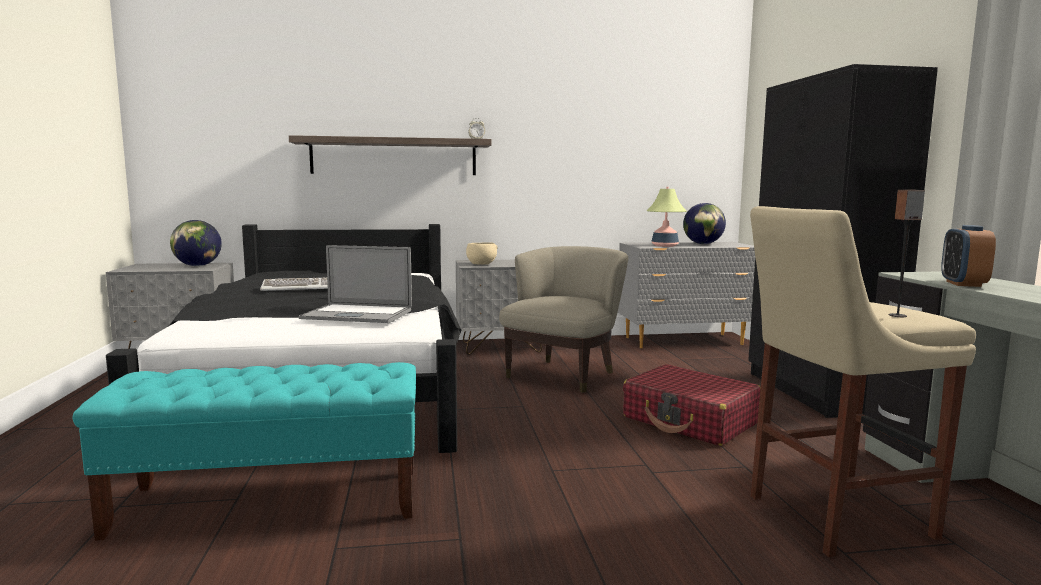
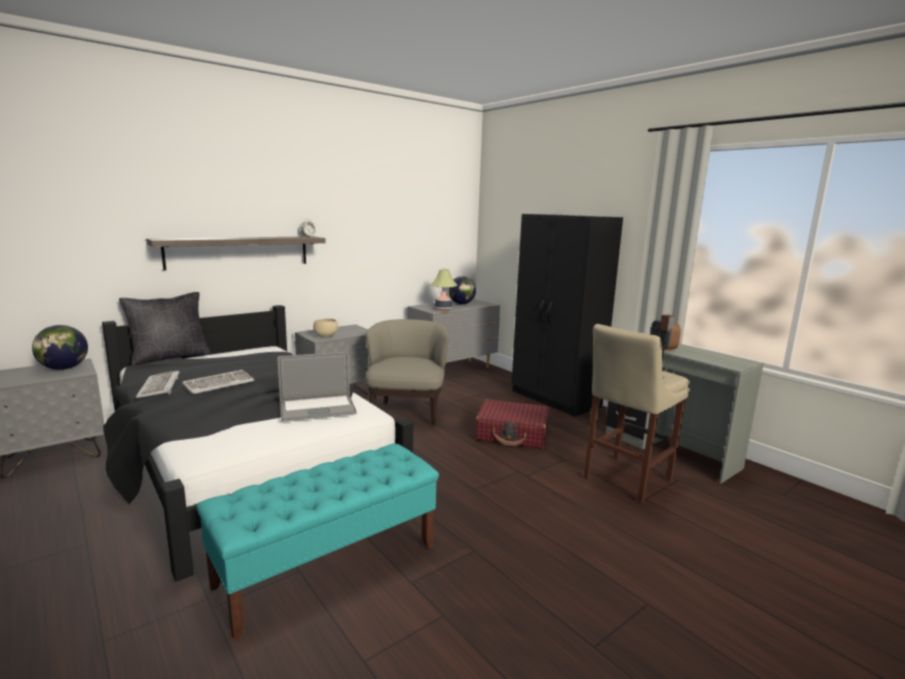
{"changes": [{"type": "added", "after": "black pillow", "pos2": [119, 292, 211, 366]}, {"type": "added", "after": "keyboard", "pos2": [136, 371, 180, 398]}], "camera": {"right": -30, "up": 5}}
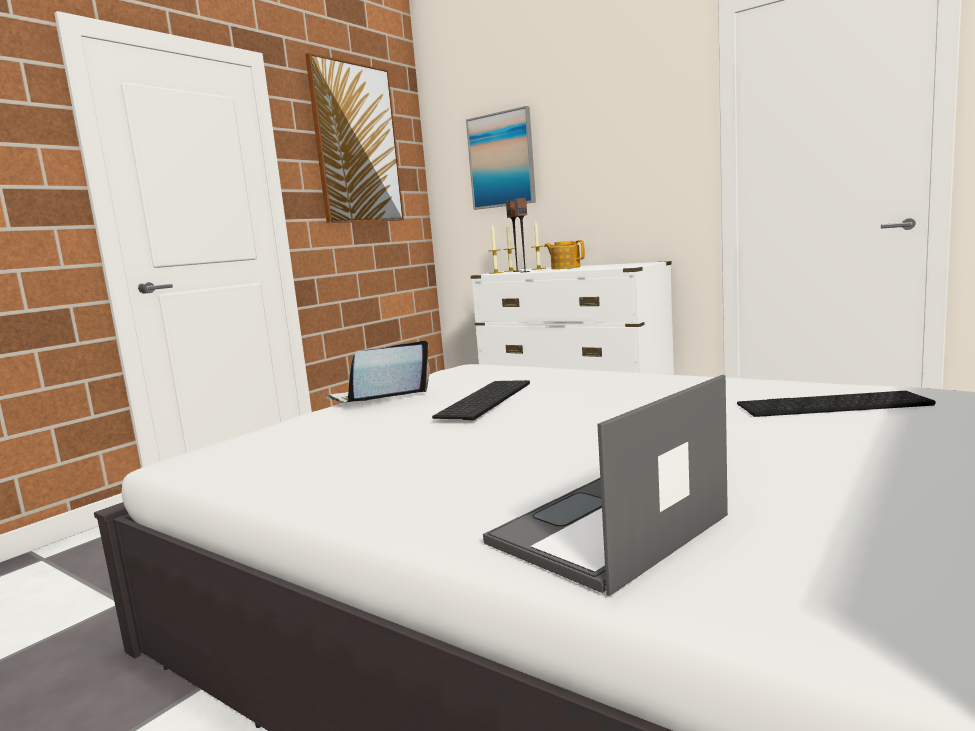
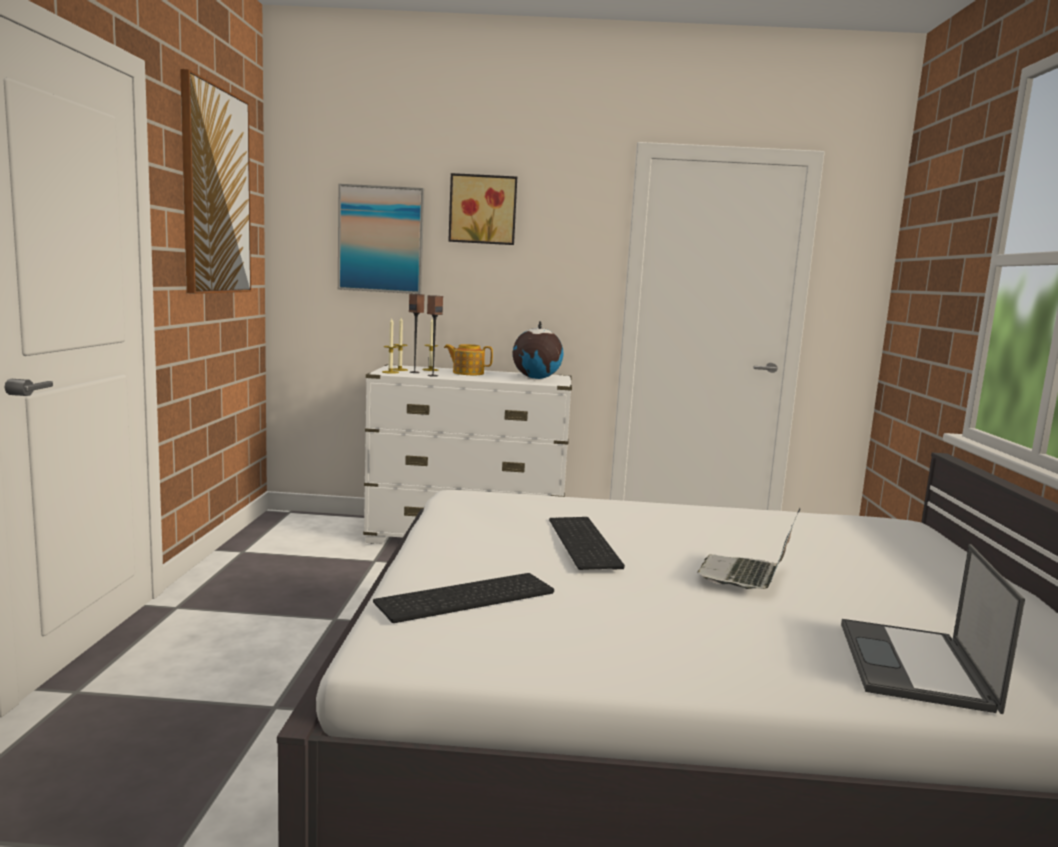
{"changes": [{"type": "moved", "before": "laptop", "pos1": [326, 340, 430, 403], "pos2": [697, 508, 800, 589]}, {"type": "moved", "before": "keyboard", "pos1": [737, 391, 936, 417], "pos2": [373, 573, 554, 623]}, {"type": "added", "after": "picture", "pos2": [448, 173, 517, 245]}, {"type": "added", "after": "globe", "pos2": [513, 321, 563, 379]}], "camera": {"right": -35, "up": 0}}
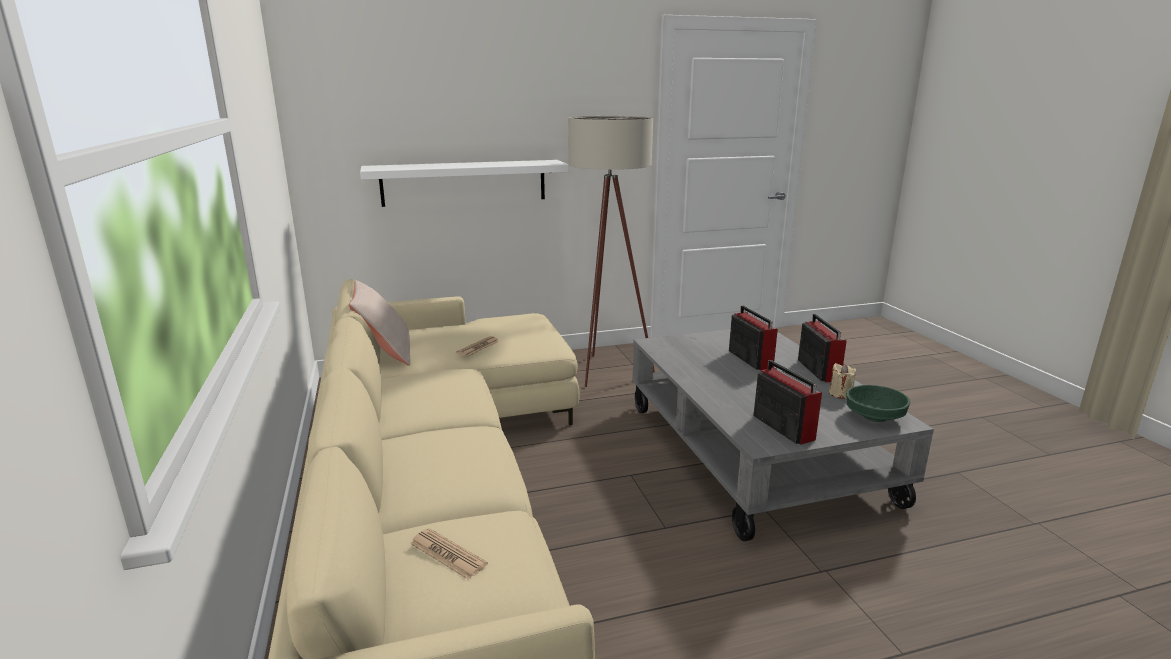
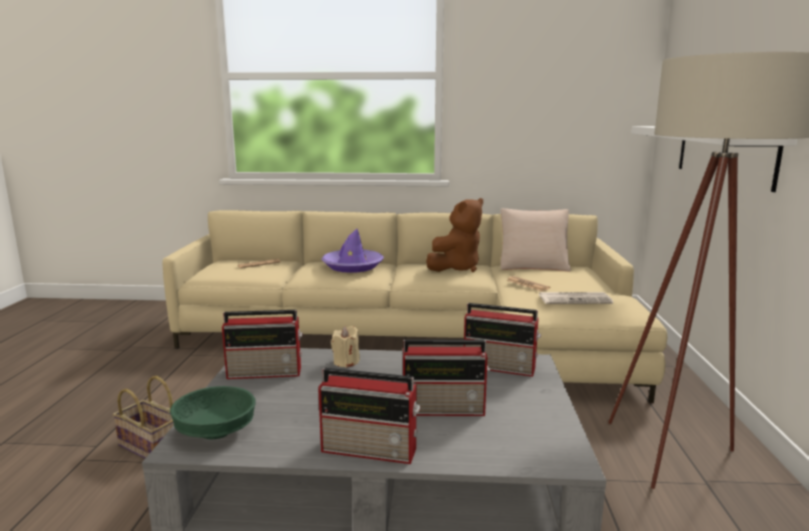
{"changes": [{"type": "moved", "before": "beige candle", "pos1": [829, 363, 856, 399], "pos2": [331, 326, 360, 368]}, {"type": "added", "after": "basket", "pos2": [113, 376, 174, 459]}, {"type": "added", "after": "purple hat", "pos2": [322, 229, 384, 273]}, {"type": "added", "after": "brown plush toy", "pos2": [426, 198, 483, 272]}, {"type": "added", "after": "radio", "pos2": [464, 303, 541, 377]}, {"type": "added", "after": "newspaper", "pos2": [539, 292, 613, 304]}], "camera": {"right": 110, "up": -5}}
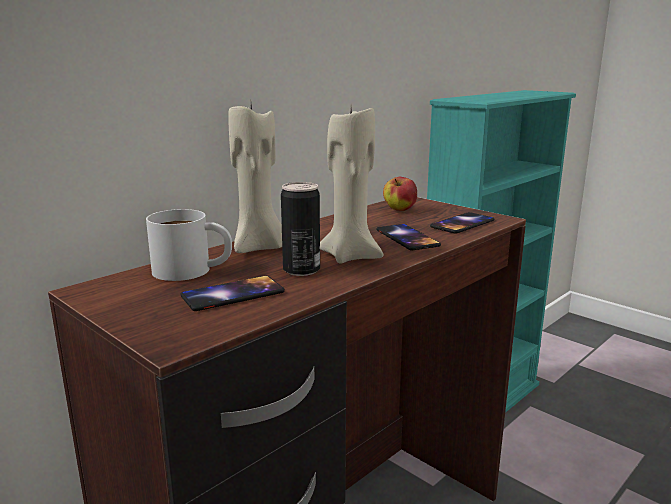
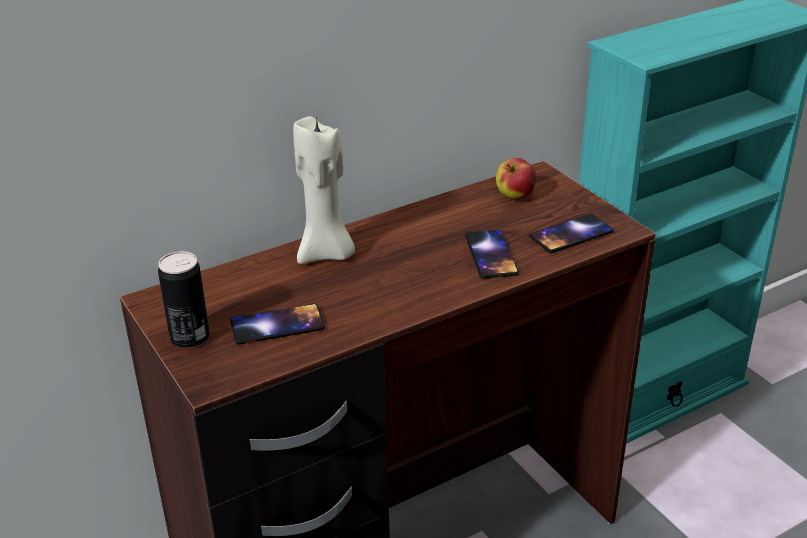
{"changes": [{"type": "removed", "before": "white mug", "pos1": [146, 209, 232, 281]}, {"type": "moved", "before": "can", "pos1": [281, 182, 320, 276], "pos2": [158, 251, 210, 348]}, {"type": "removed", "before": "beige candle", "pos1": [320, 108, 383, 263]}], "camera": {"right": 15, "up": 15}}
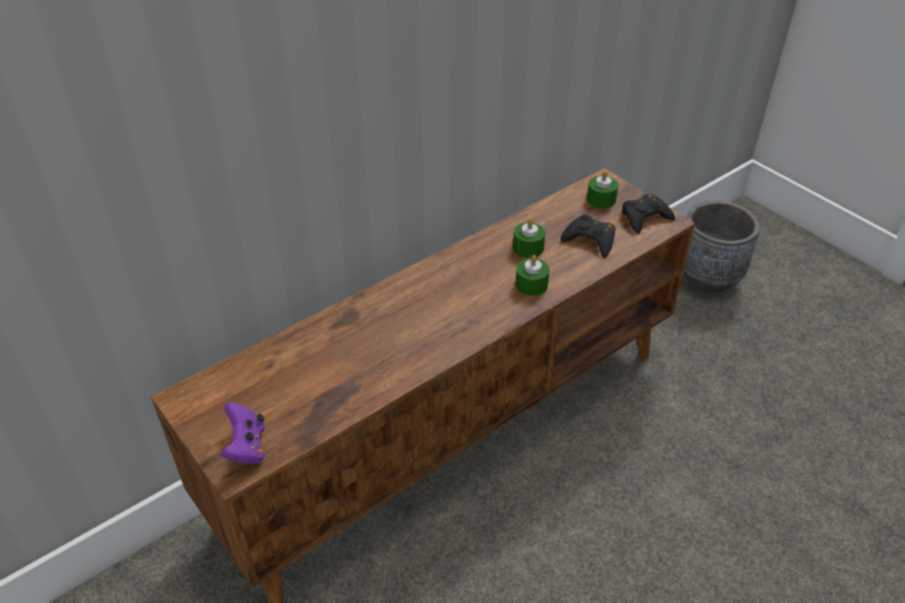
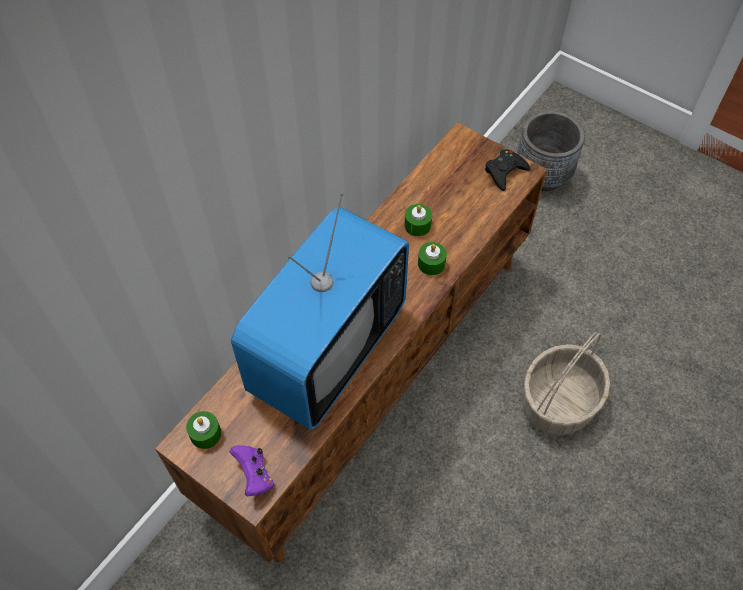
{"changes": [{"type": "removed", "before": "black game controller", "pos1": [561, 214, 615, 258]}, {"type": "moved", "before": "green candle", "pos1": [587, 170, 618, 208], "pos2": [186, 411, 221, 449]}, {"type": "added", "after": "television", "pos2": [231, 193, 409, 430]}, {"type": "added", "after": "basket", "pos2": [522, 332, 610, 435]}], "camera": {"right": -15, "up": 15}}
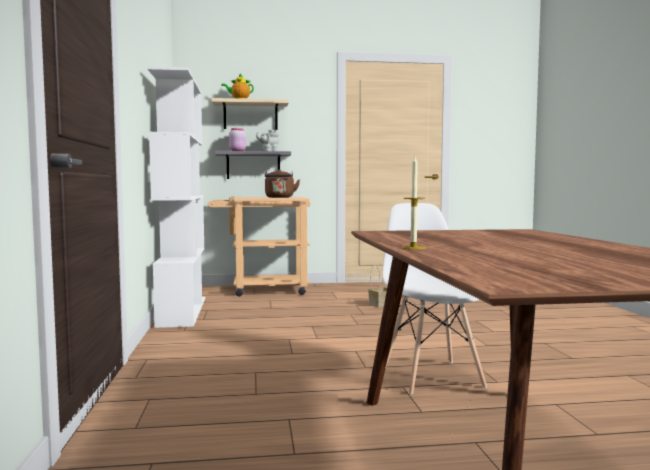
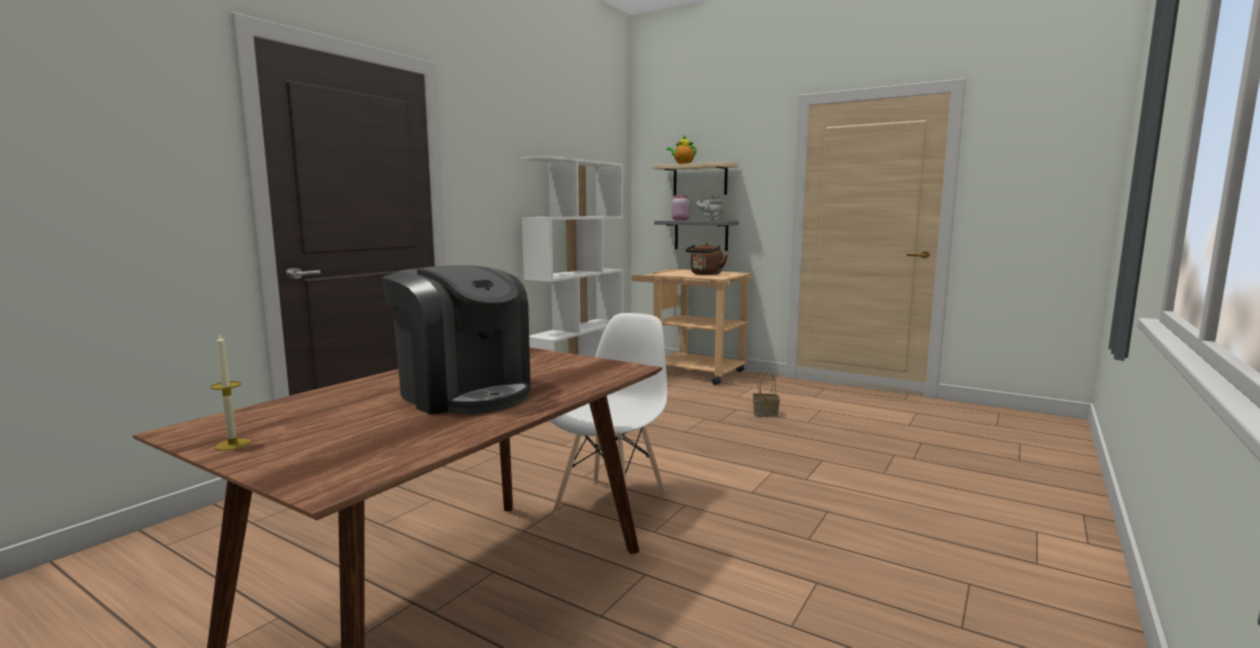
{"changes": [{"type": "moved", "before": "candle", "pos1": [401, 157, 426, 249], "pos2": [210, 334, 251, 451]}, {"type": "added", "after": "coffee machine", "pos2": [382, 265, 531, 414]}], "camera": {"right": 40, "up": 5}}
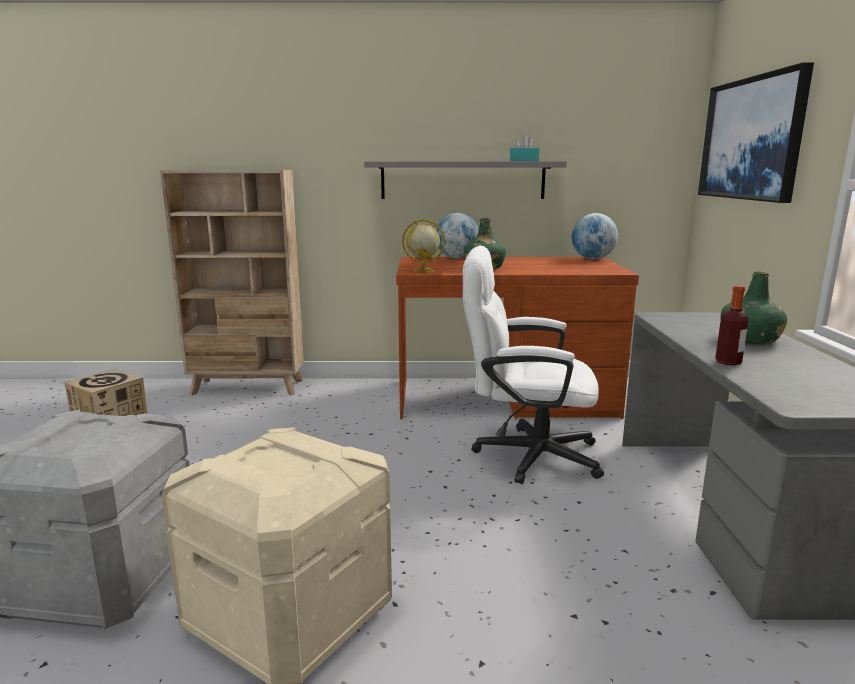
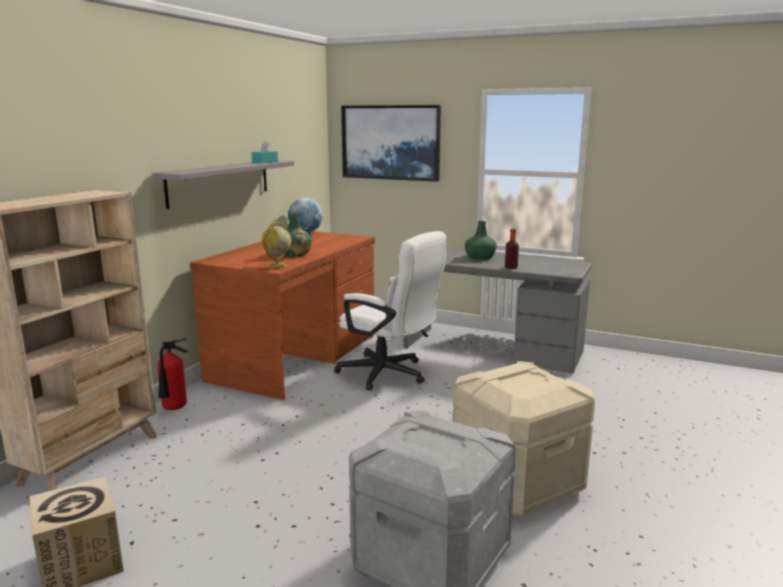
{"changes": [{"type": "removed", "before": "globe", "pos1": [436, 213, 479, 259]}, {"type": "turned", "before": "white office chair", "pos1": [463, 246, 604, 484], "pos2": [334, 231, 447, 391], "turn": -90}, {"type": "added", "after": "fire extinguisher", "pos2": [157, 338, 188, 410]}], "camera": {"right": -65, "up": 0}}
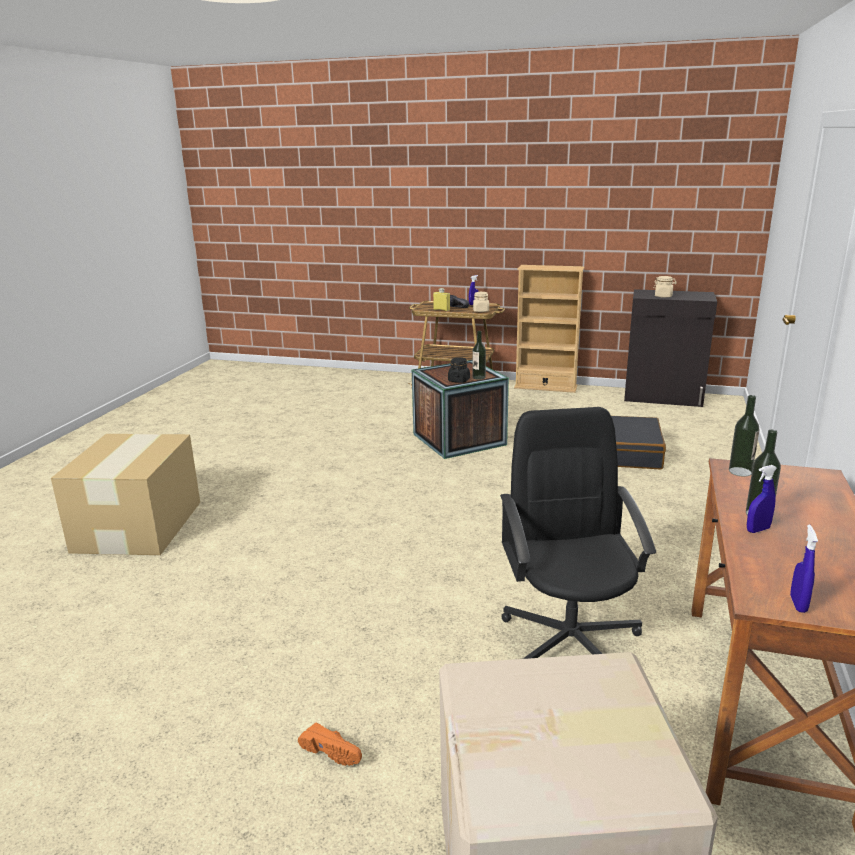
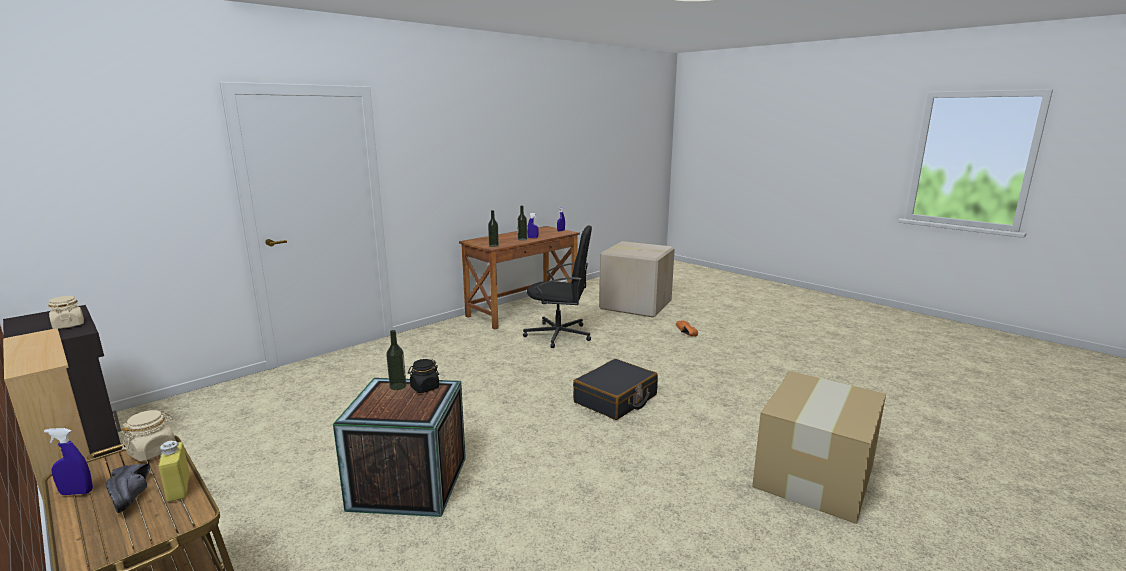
{"changes": [{"type": "turned", "before": "black office chair", "pos1": [500, 407, 656, 659], "pos2": [523, 226, 592, 348], "turn": -105}, {"type": "moved", "before": "black suitcase", "pos1": [611, 416, 666, 469], "pos2": [573, 359, 658, 420]}], "camera": {"right": -150, "up": -5}}
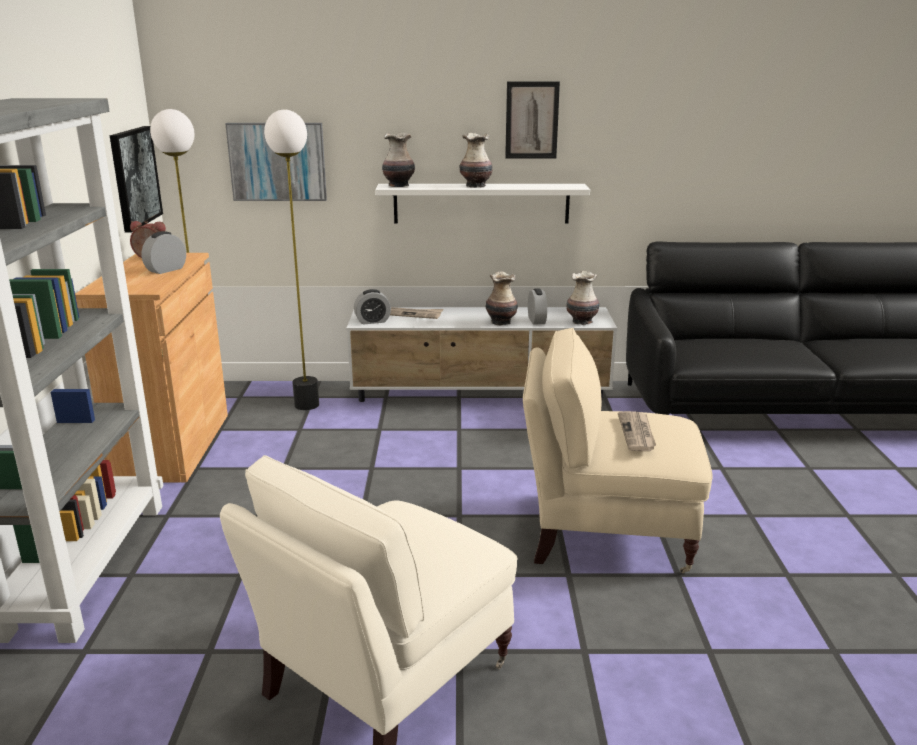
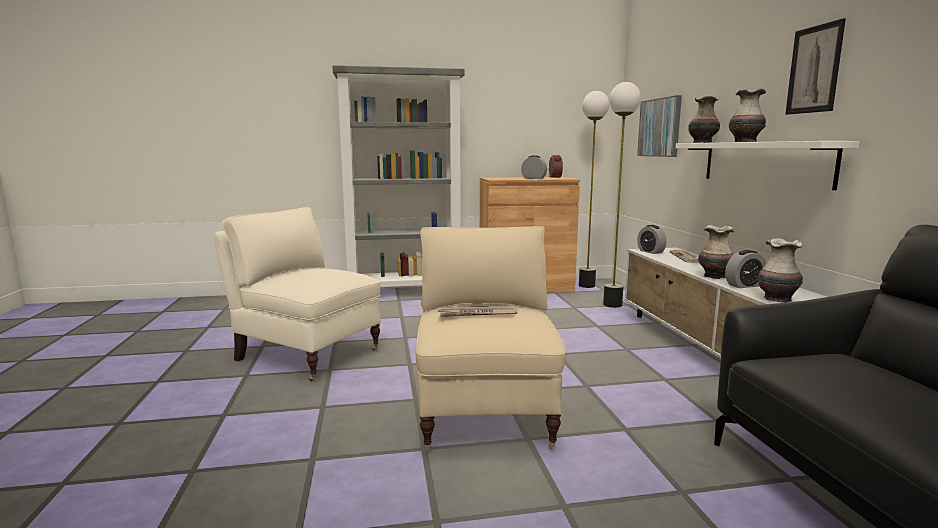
{"changes": [{"type": "removed", "before": "picture", "pos1": [109, 126, 163, 232]}], "camera": {"right": 80, "up": -10}}
